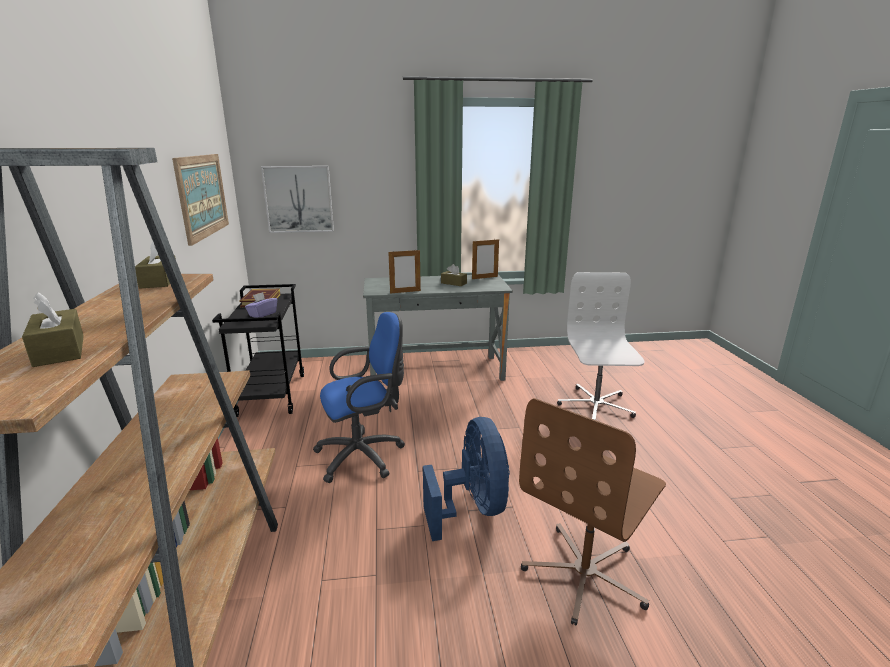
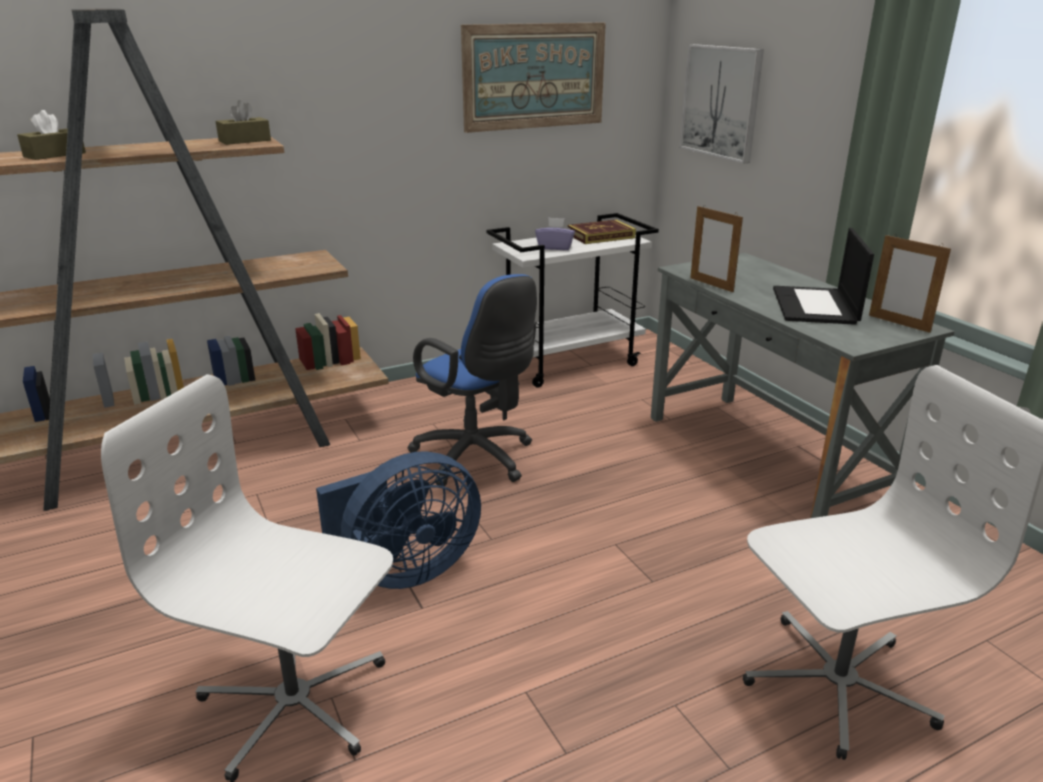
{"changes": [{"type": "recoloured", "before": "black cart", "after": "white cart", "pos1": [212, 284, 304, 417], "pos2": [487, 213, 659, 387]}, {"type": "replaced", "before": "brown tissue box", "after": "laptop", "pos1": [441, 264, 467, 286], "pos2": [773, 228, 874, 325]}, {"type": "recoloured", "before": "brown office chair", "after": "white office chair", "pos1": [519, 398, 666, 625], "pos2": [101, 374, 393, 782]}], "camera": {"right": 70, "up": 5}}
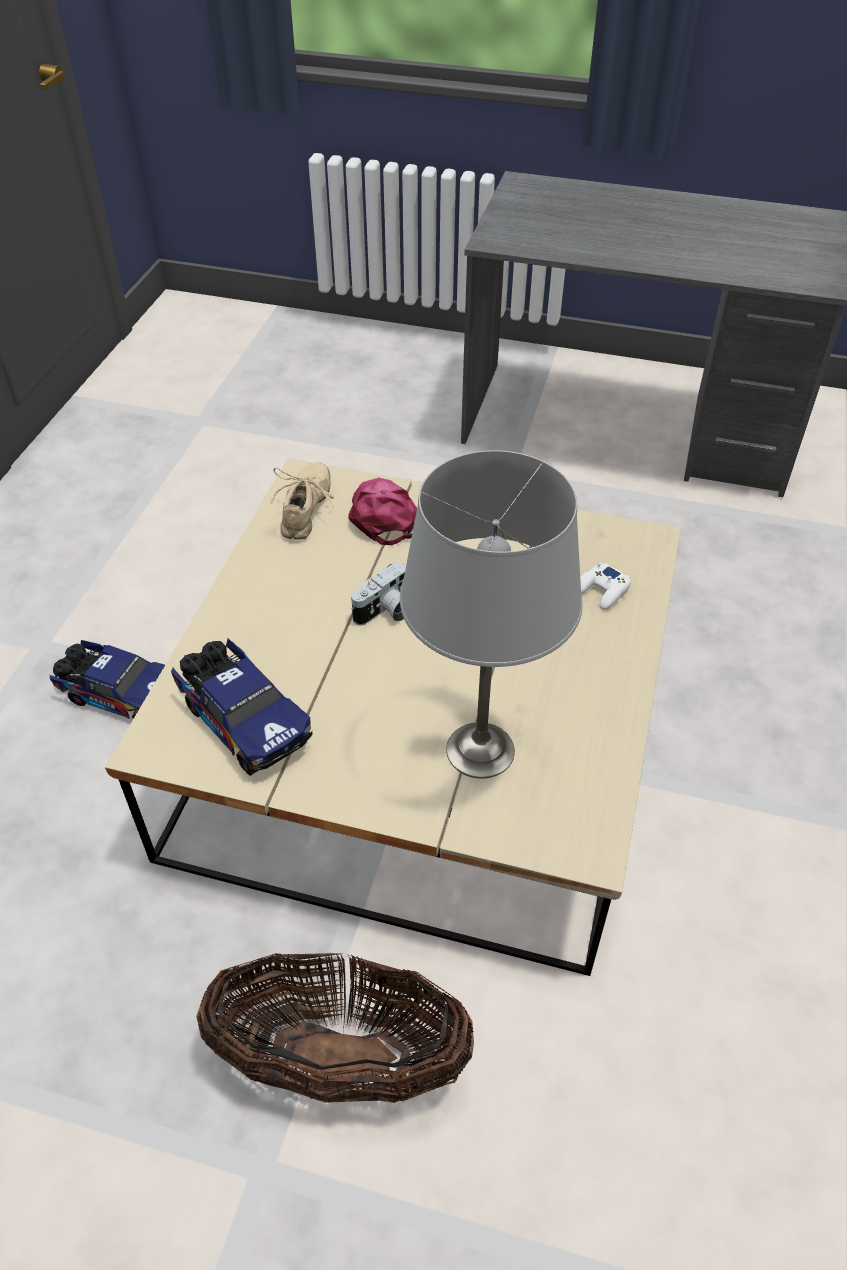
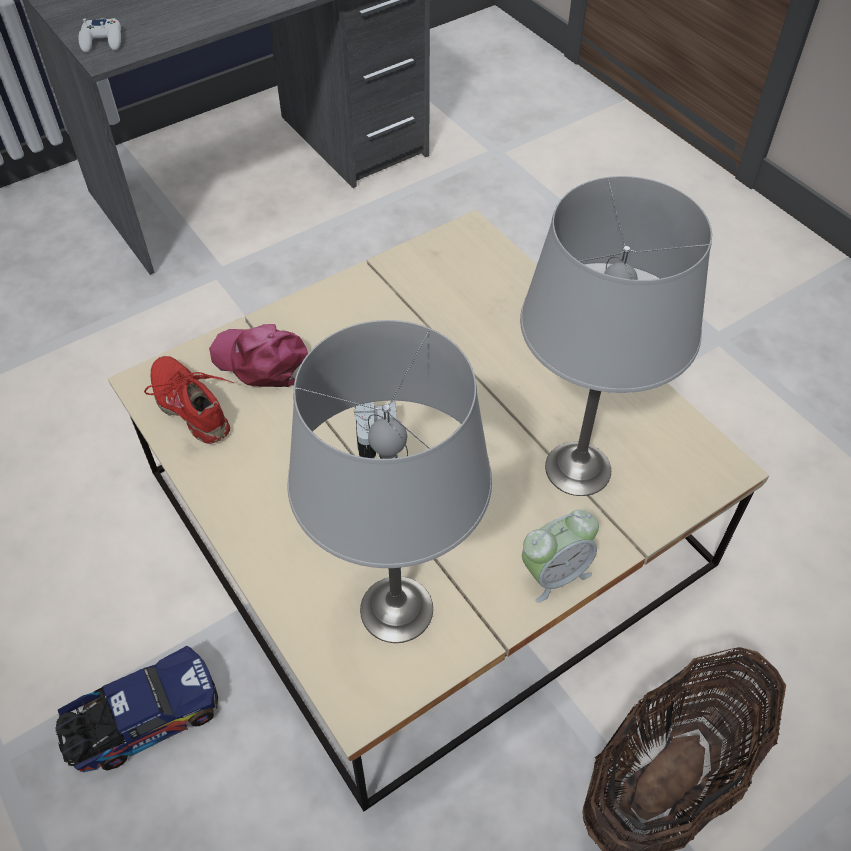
{"changes": [{"type": "replaced", "before": "toy truck", "after": "grey table lamp", "pos1": [171, 639, 313, 776], "pos2": [287, 320, 492, 643]}, {"type": "recoloured", "before": "beige shoe", "after": "red shoe", "pos1": [271, 462, 334, 540], "pos2": [144, 356, 234, 444]}, {"type": "moved", "before": "white game controller", "pos1": [580, 562, 631, 610], "pos2": [79, 18, 121, 53]}, {"type": "added", "after": "alarm clock", "pos2": [522, 509, 599, 603]}], "camera": {"right": -50, "up": 5}}
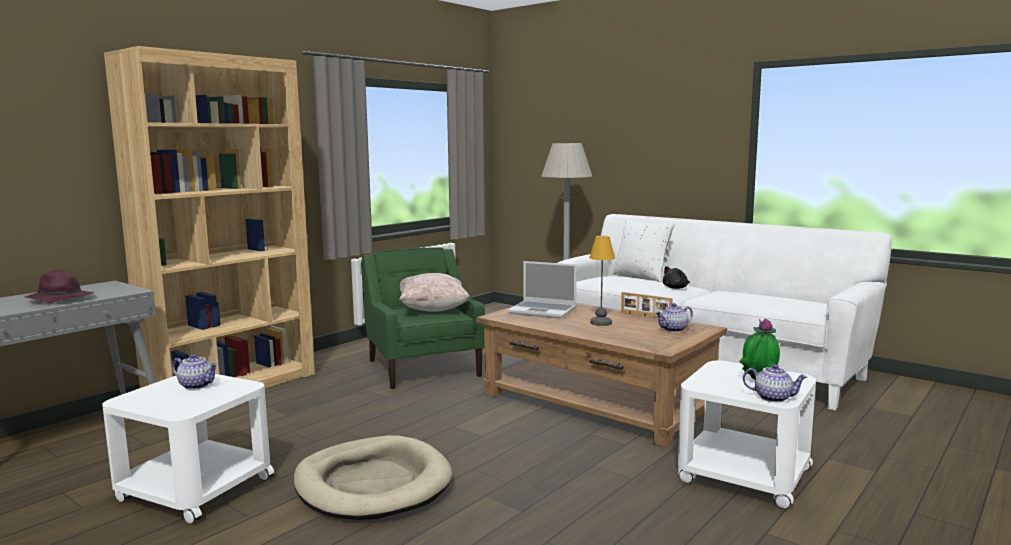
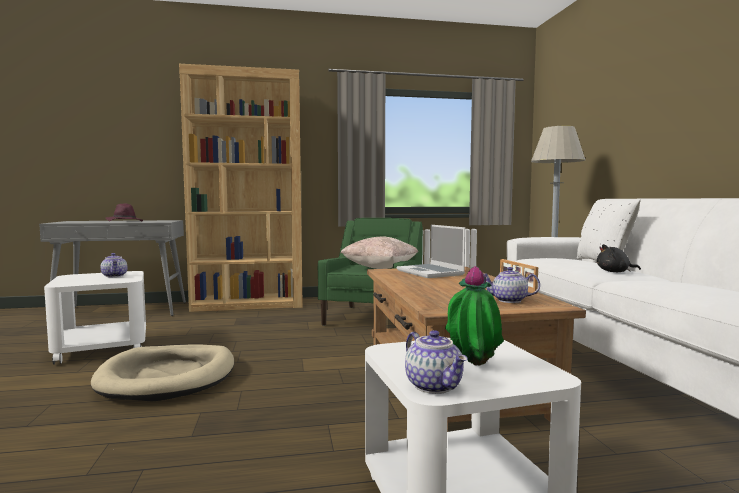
{"changes": [{"type": "removed", "before": "table lamp", "pos1": [589, 236, 615, 326]}], "camera": {"right": 40, "up": -5}}
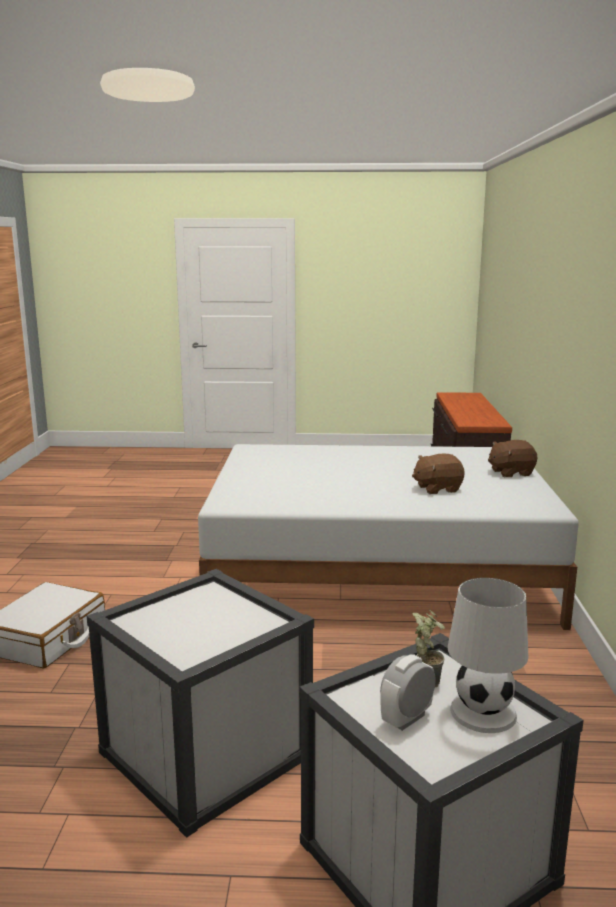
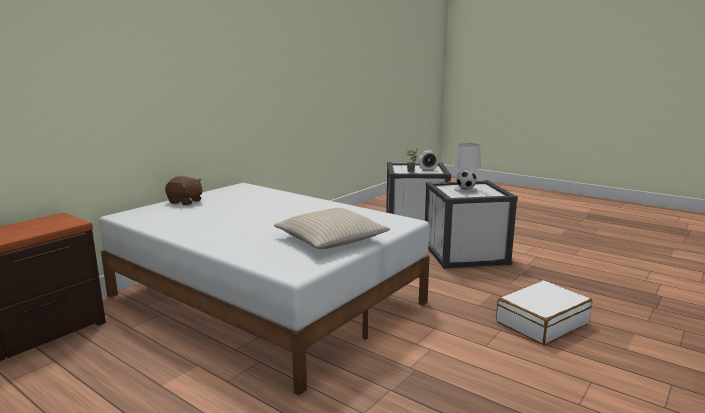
{"changes": [{"type": "removed", "before": "brown plush toy", "pos1": [412, 454, 465, 494]}, {"type": "moved", "before": "white table lamp", "pos1": [448, 578, 528, 733], "pos2": [454, 143, 481, 193]}, {"type": "added", "after": "beige pillow", "pos2": [274, 208, 390, 249]}], "camera": {"right": -145, "up": 0}}
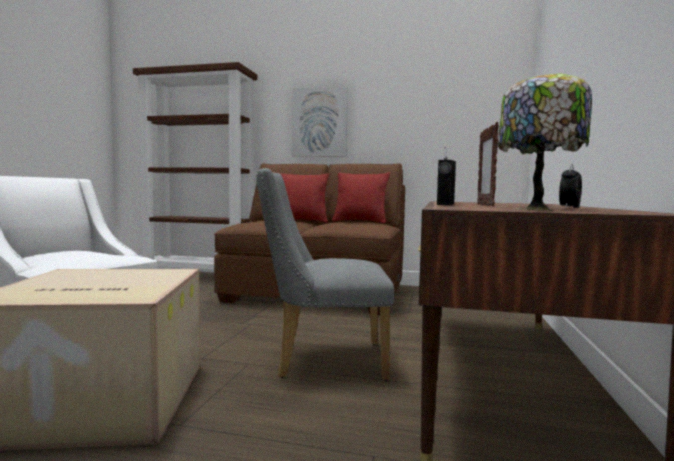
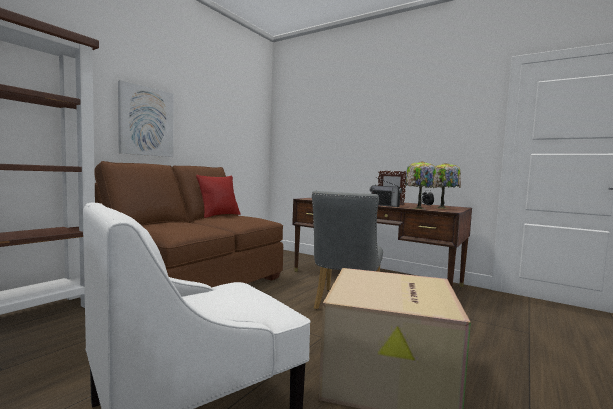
{"changes": [{"type": "removed", "before": "red pillow", "pos1": [279, 173, 329, 222]}, {"type": "added", "after": "table lamp", "pos2": [405, 161, 437, 209]}], "camera": {"right": -70, "up": 0}}
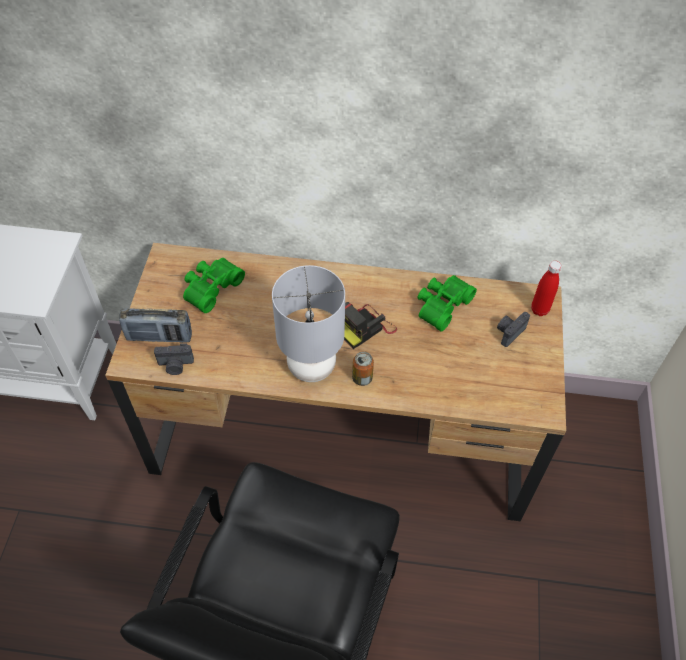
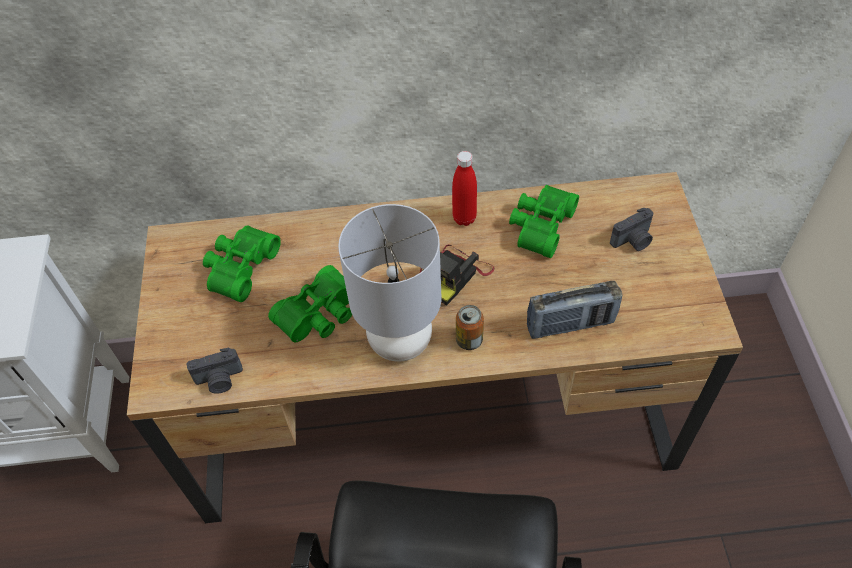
{"changes": [{"type": "moved", "before": "radio", "pos1": [119, 308, 192, 343], "pos2": [527, 281, 622, 339]}, {"type": "turned", "before": "photo camera", "pos1": [497, 312, 530, 347], "pos2": [610, 208, 653, 251], "turn": -150}, {"type": "moved", "before": "red bottle", "pos1": [531, 261, 562, 316], "pos2": [452, 151, 477, 226]}, {"type": "added", "after": "green binoculars", "pos2": [268, 265, 352, 342]}], "camera": {"right": -10, "up": 0}}
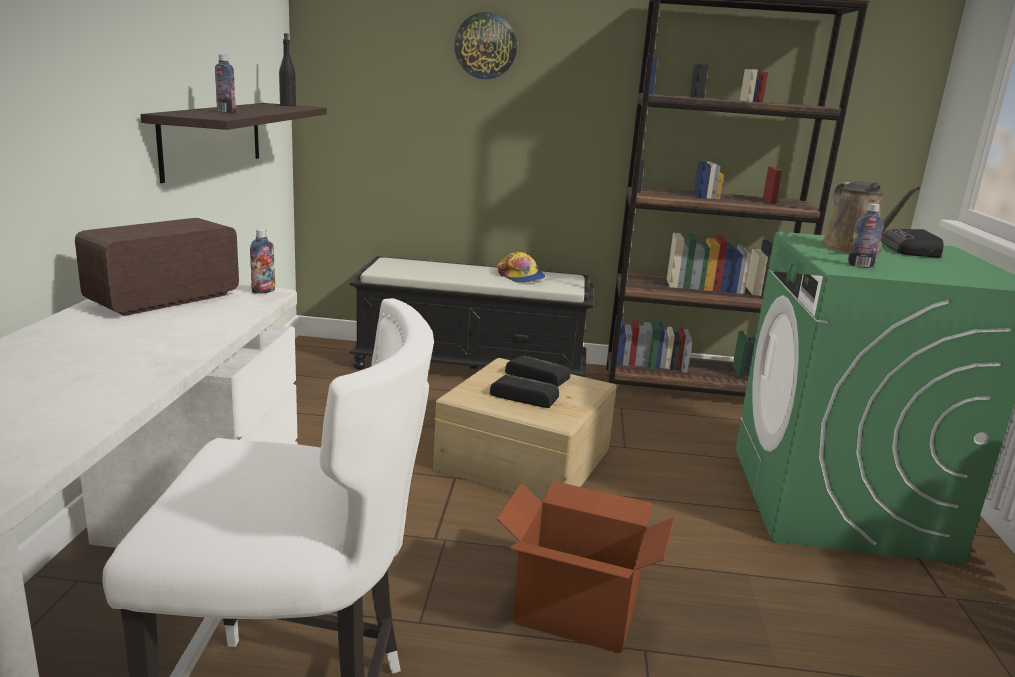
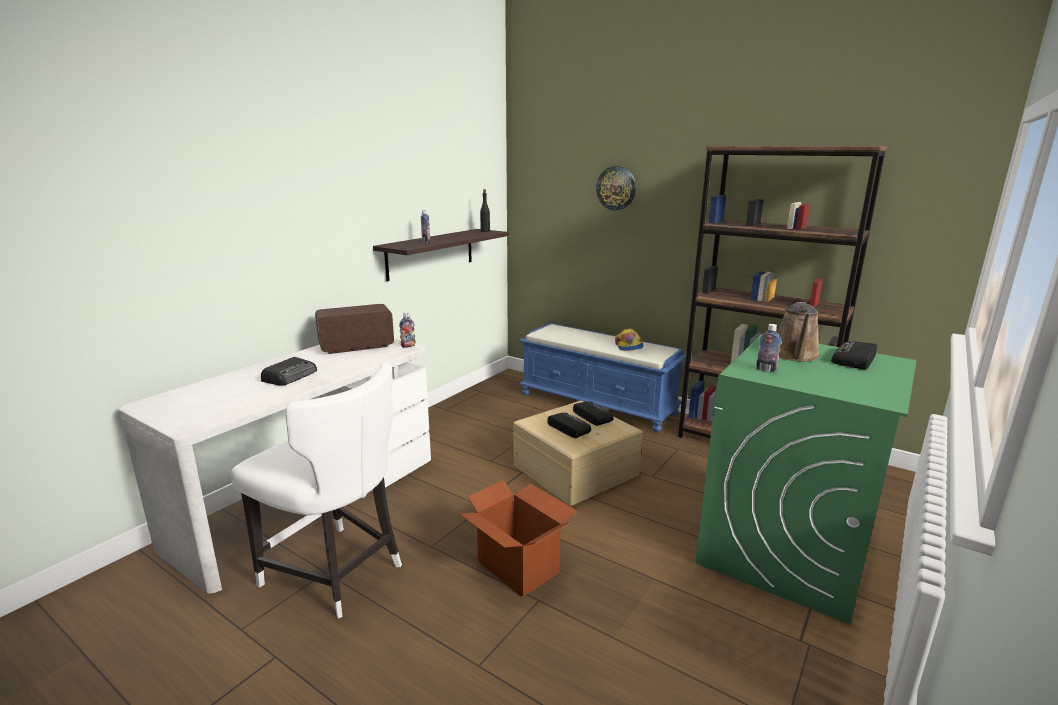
{"changes": [{"type": "recoloured", "before": "black bench", "after": "blue bench", "pos1": [349, 256, 594, 377], "pos2": [519, 323, 686, 432]}, {"type": "added", "after": "radio", "pos2": [261, 357, 317, 385]}], "camera": {"right": 30, "up": 0}}
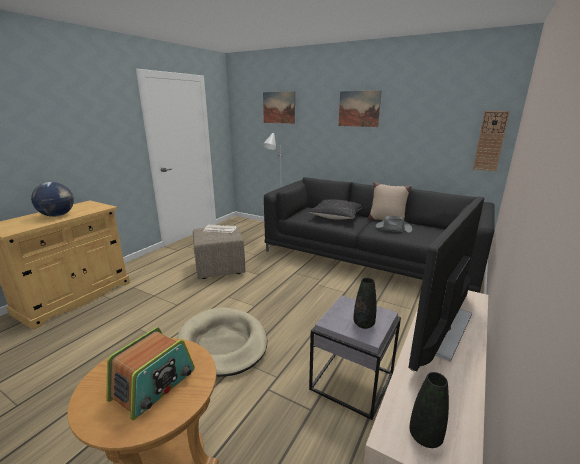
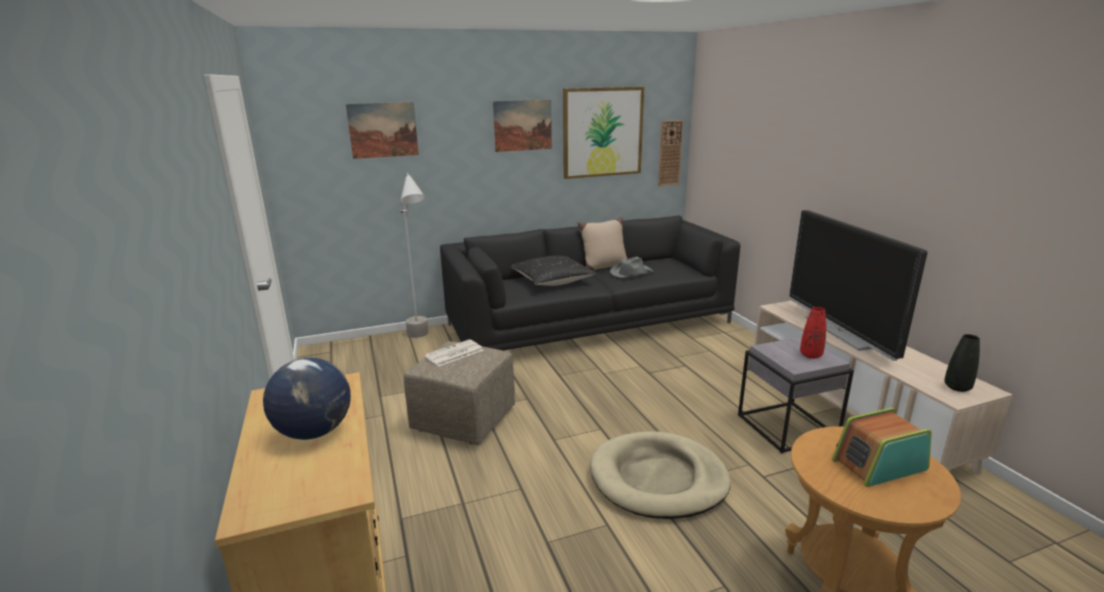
{"changes": [{"type": "turned", "before": "radio", "pos1": [106, 327, 195, 420], "pos2": [832, 408, 932, 487], "turn": -90}, {"type": "recoloured", "before": "black vase", "after": "red vase", "pos1": [353, 278, 377, 329], "pos2": [800, 307, 826, 359]}, {"type": "added", "after": "picture", "pos2": [563, 87, 644, 179]}], "camera": {"right": -50, "up": 0}}
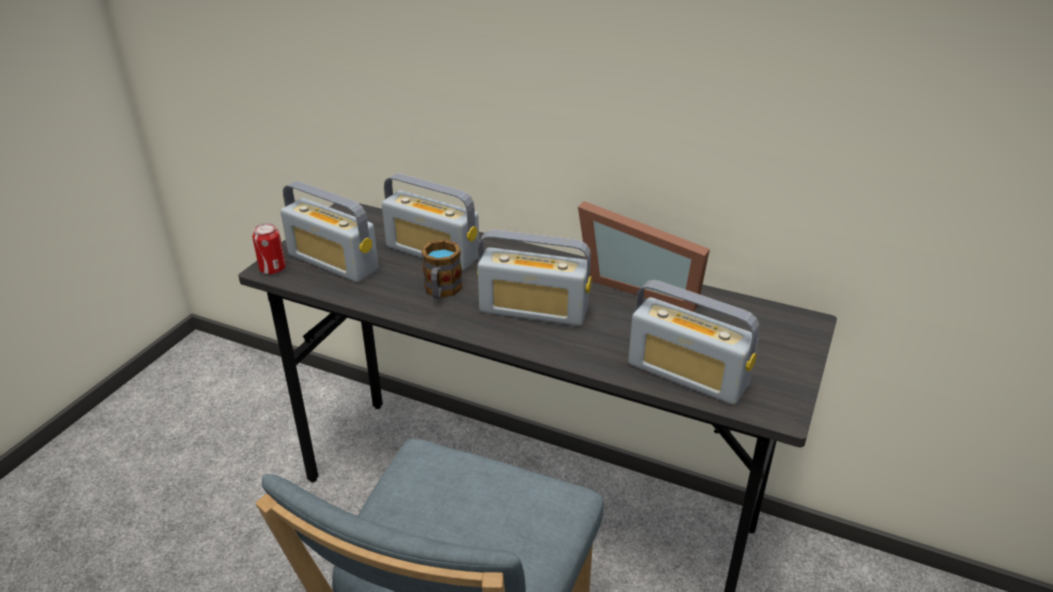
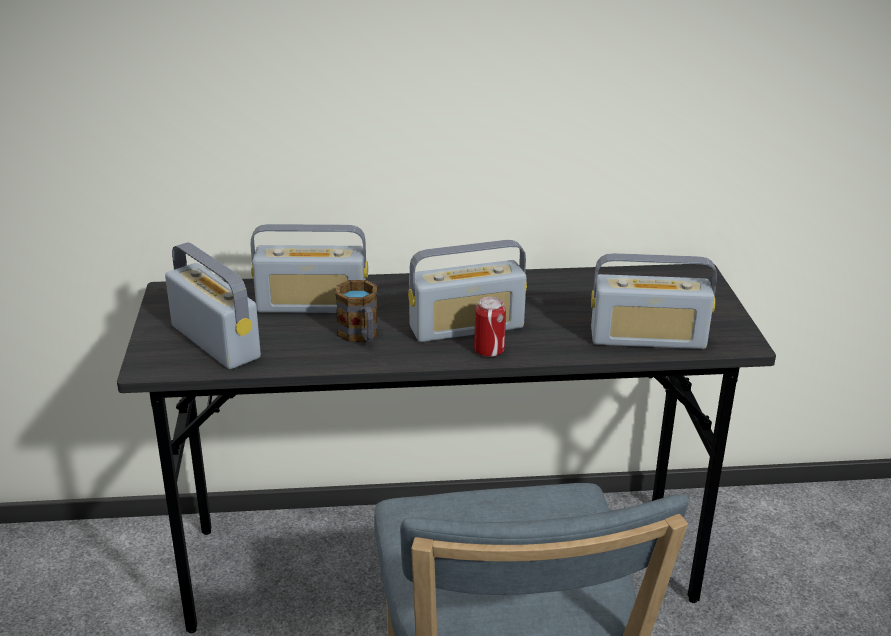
{"changes": [{"type": "moved", "before": "can", "pos1": [252, 223, 286, 275], "pos2": [474, 297, 506, 357]}, {"type": "turned", "before": "radio", "pos1": [280, 181, 379, 283], "pos2": [165, 242, 261, 369], "turn": -135}, {"type": "removed", "before": "picture frame", "pos1": [578, 201, 710, 312]}], "camera": {"right": -30, "up": -5}}
